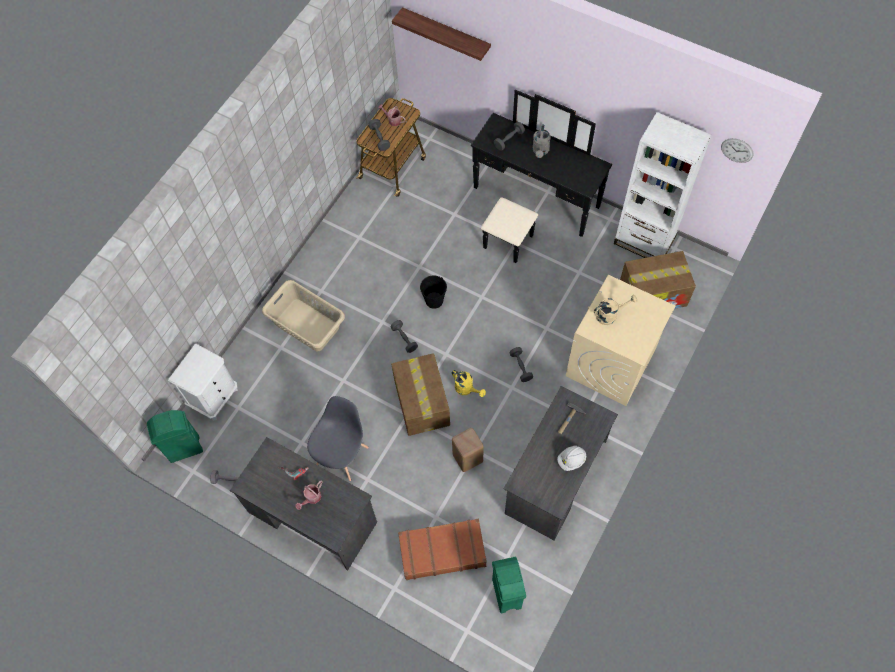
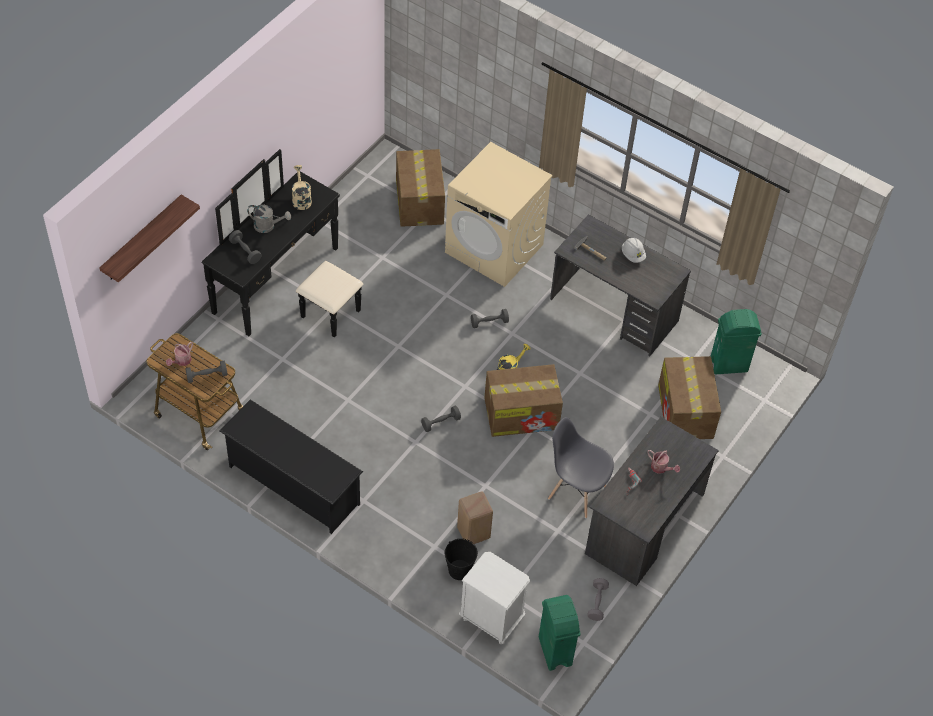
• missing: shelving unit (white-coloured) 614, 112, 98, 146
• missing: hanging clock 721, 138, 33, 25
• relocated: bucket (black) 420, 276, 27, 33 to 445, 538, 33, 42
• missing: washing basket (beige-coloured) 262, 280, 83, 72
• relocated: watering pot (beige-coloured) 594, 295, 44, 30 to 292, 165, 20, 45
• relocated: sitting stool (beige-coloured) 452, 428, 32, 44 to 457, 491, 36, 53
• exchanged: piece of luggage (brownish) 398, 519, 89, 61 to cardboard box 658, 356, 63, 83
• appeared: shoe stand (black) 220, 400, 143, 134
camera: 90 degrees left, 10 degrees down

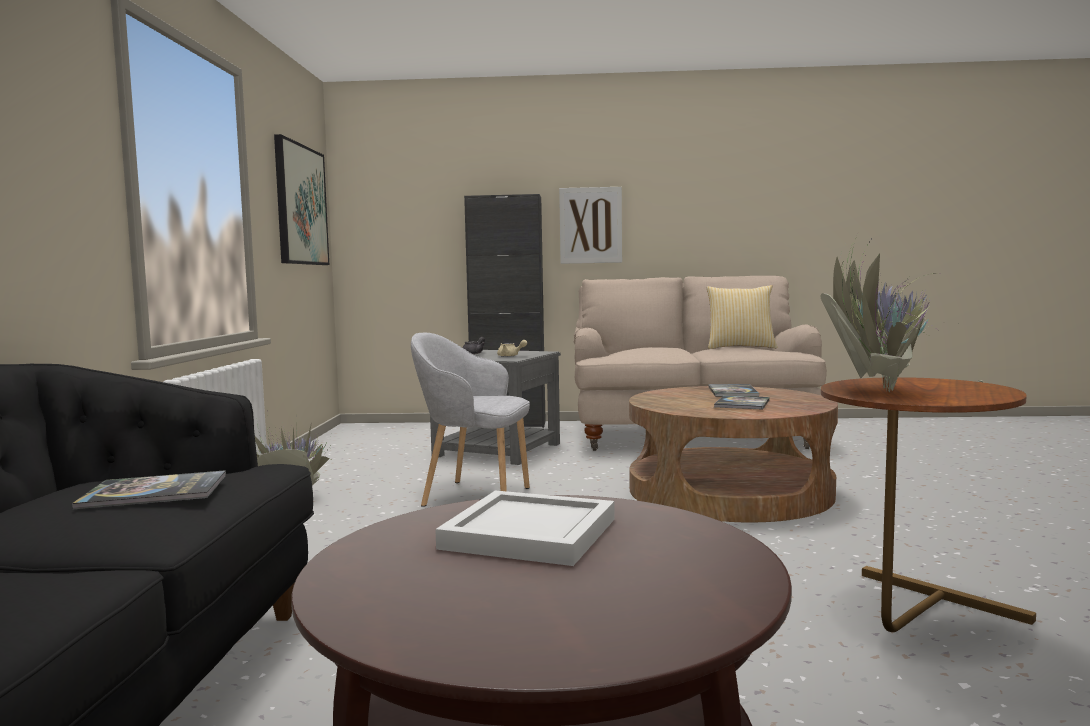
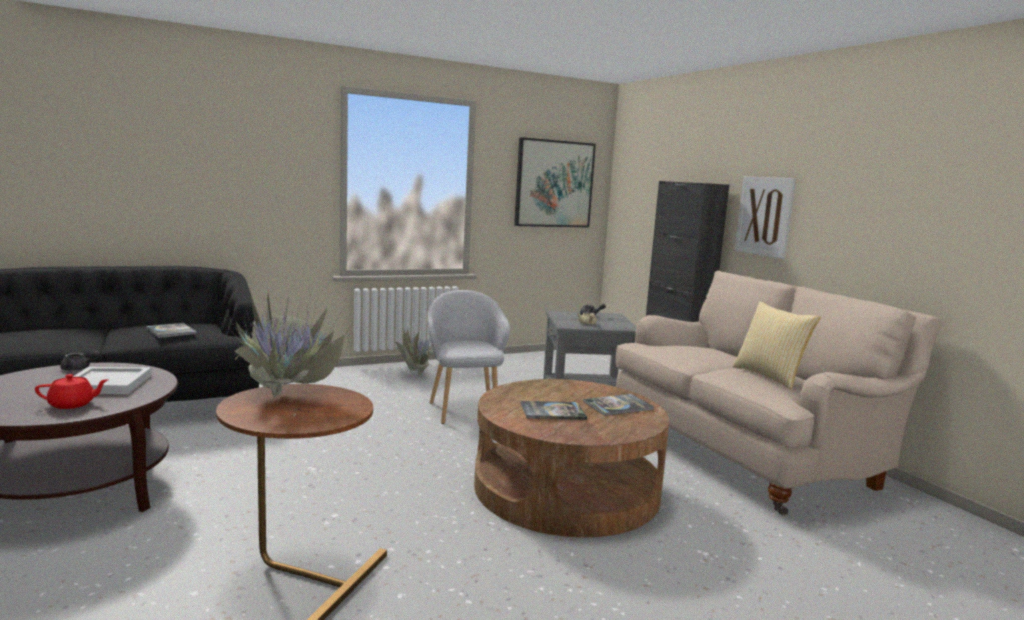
• appeared: teapot (greyish) 60, 351, 41, 20
• appeared: teapot (red) 35, 374, 74, 35
camera: 60 degrees right, 5 degrees up

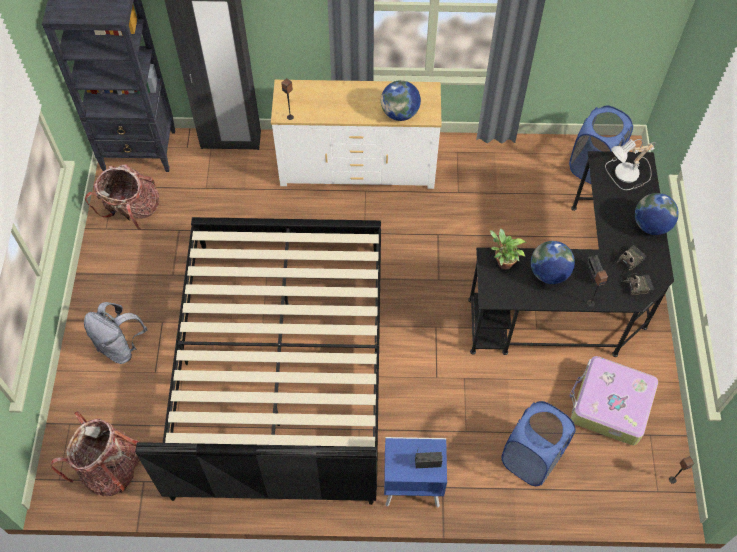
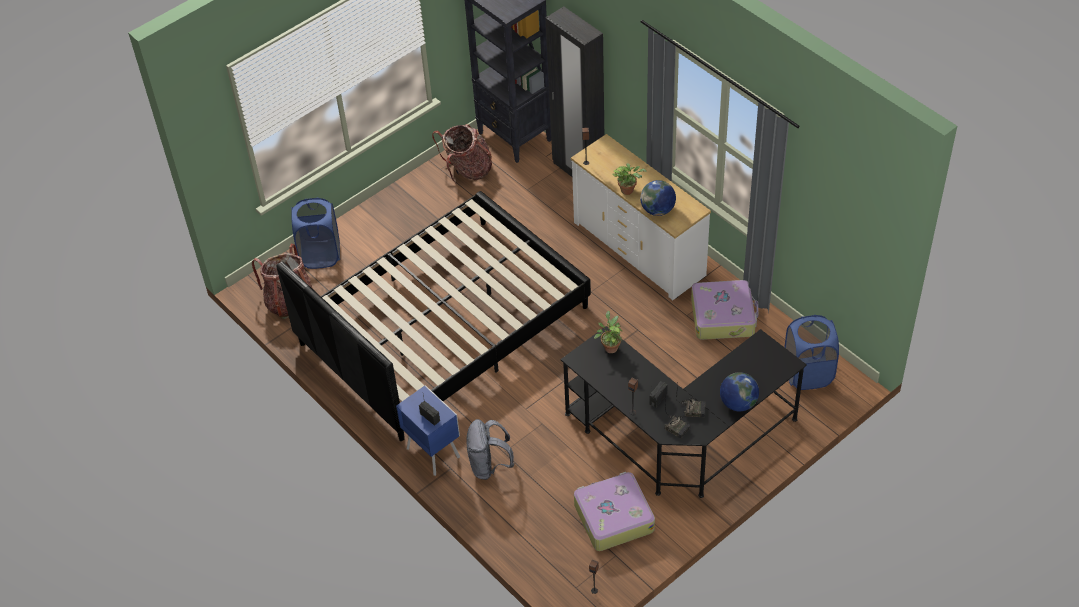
• missing: table lamp 605, 139, 50, 51
• missing: world globe 531, 241, 44, 43
• relocated: backpack (greyish) 84, 302, 63, 62 to 467, 419, 47, 61
• relocated: washing basket (blue) 501, 401, 75, 85 to 291, 198, 49, 71
• appeared: potted plant 612, 163, 35, 32
• appeared: piece of luggage 691, 280, 67, 60
camera: 50 degrees right, 10 degrees down

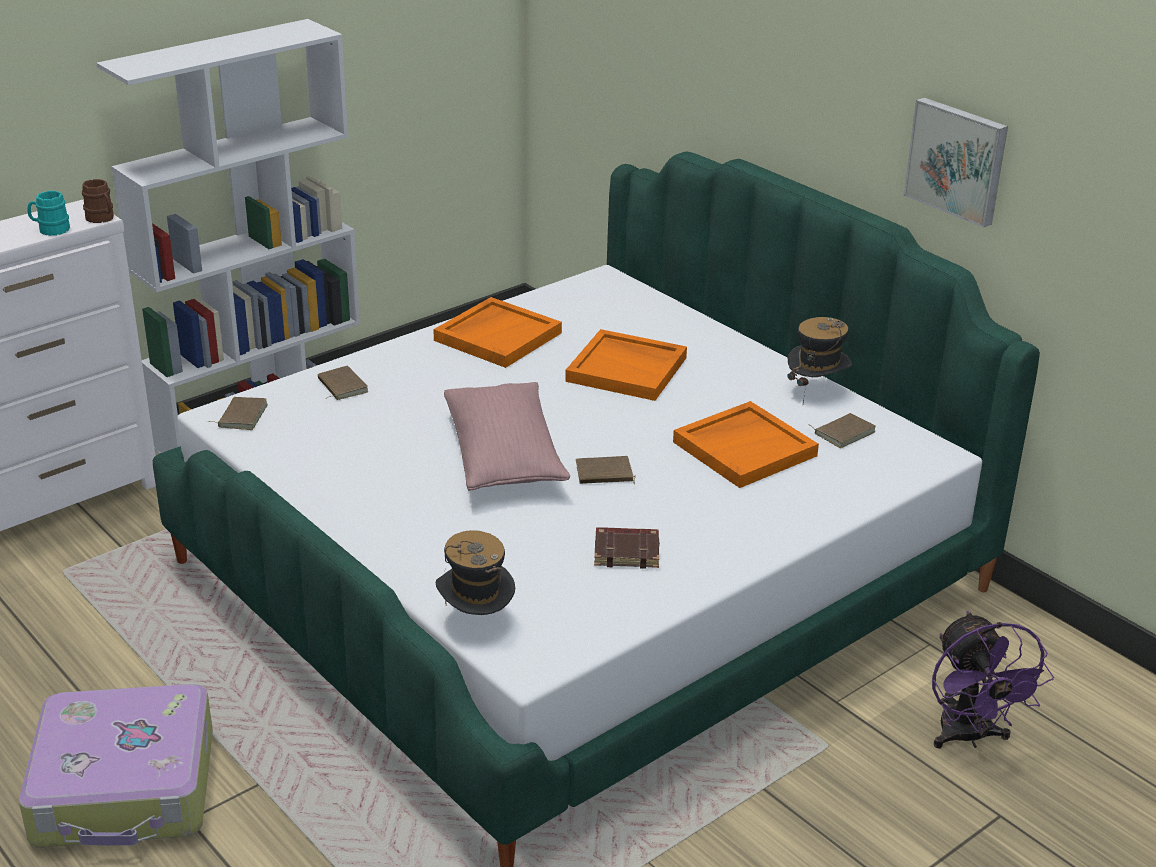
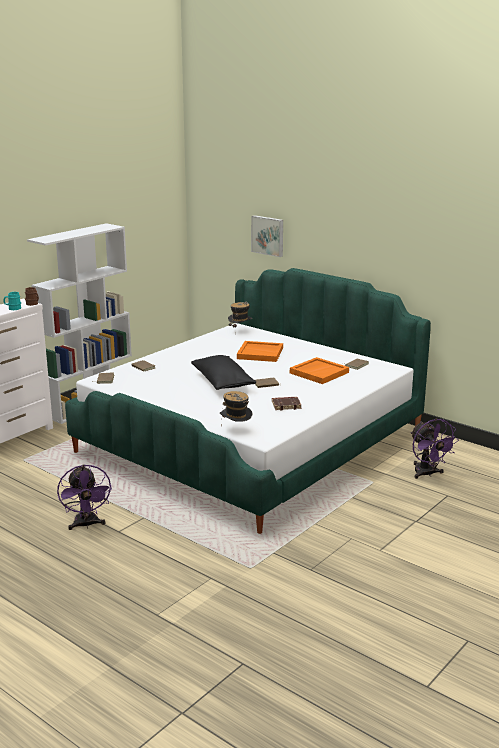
• relocated: wall art 904, 97, 104, 130 to 251, 215, 32, 42
• missing: carrying tray (orangey) 433, 297, 129, 71
• relocated: hat 787, 317, 65, 87 to 228, 302, 25, 25
• colour: cushion (pink) 444, 382, 126, 109 to cushion (black) 191, 355, 65, 35
• exchanged: piece of luggage 19, 684, 194, 164 to electric fan (purple-coloured) 57, 465, 55, 65
camera: 10 degrees left, 10 degrees down

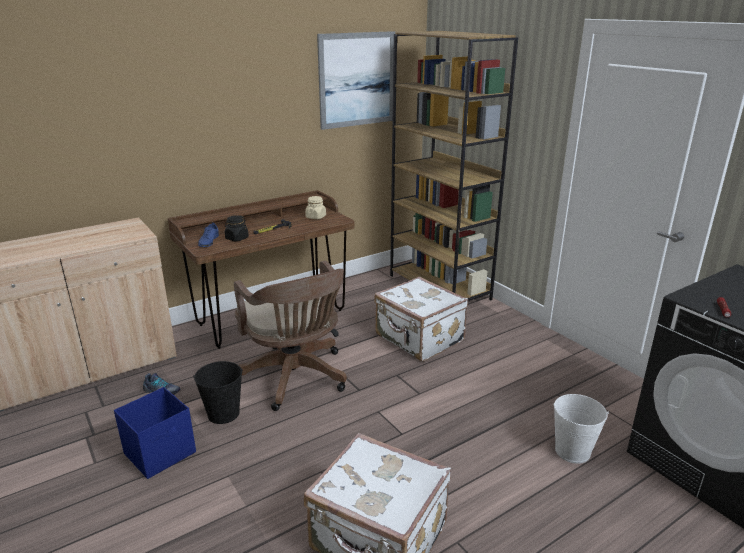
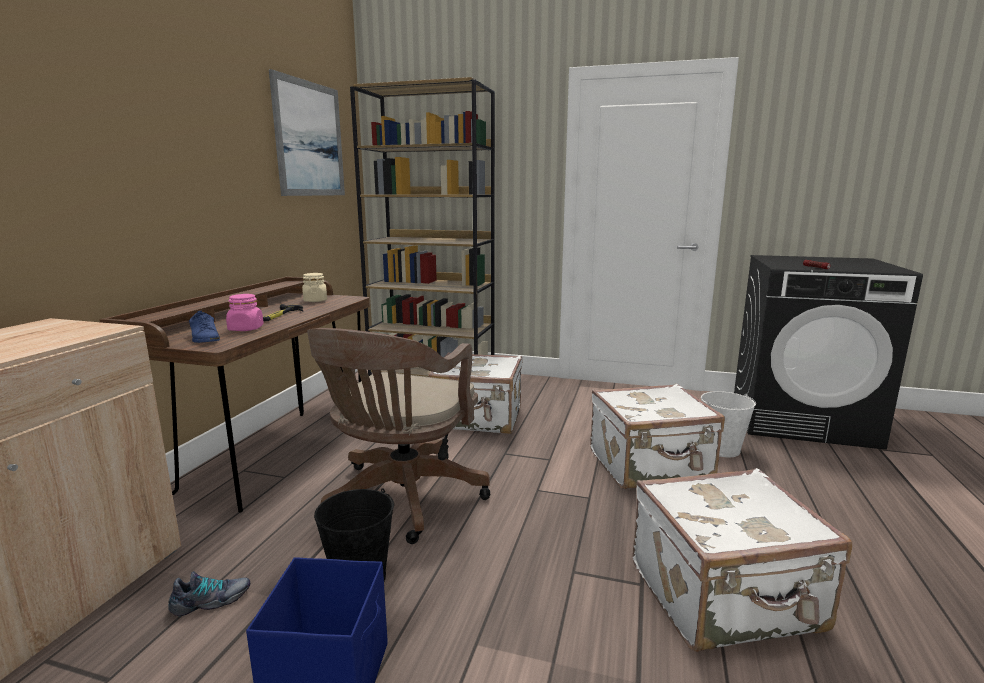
• colour: storage jar (black) 225, 215, 24, 26 to storage jar (pink) 226, 294, 38, 37
• spun: computer chair (brownish) 234, 261, 113, 150 = 307, 328, 184, 216 90 degrees clockwise
• appeared: piece of luggage (white-coloured) 590, 384, 135, 105
camera: 40 degrees left, 10 degrees down

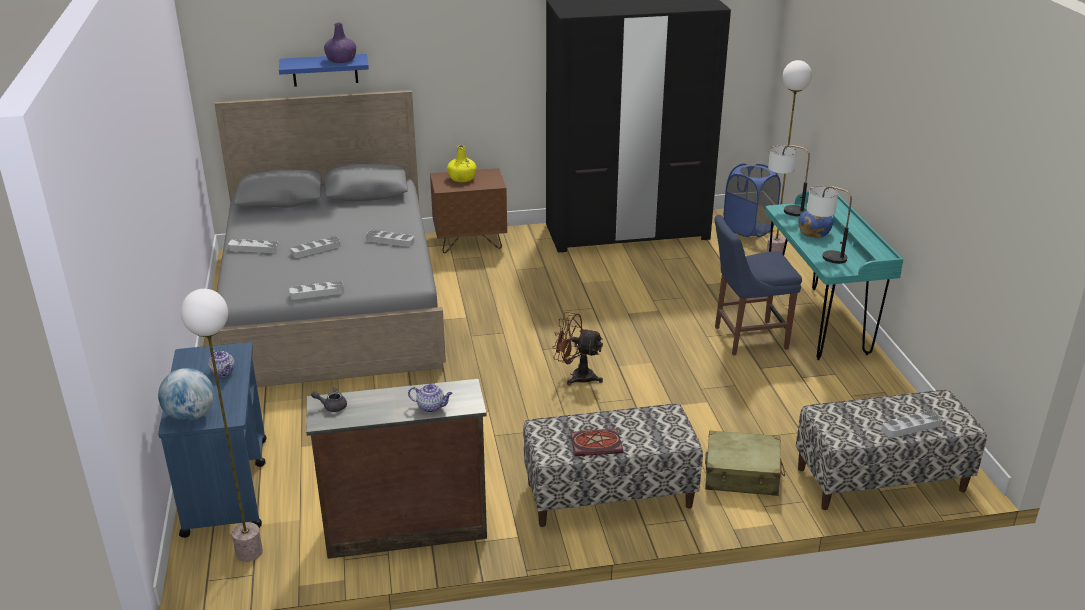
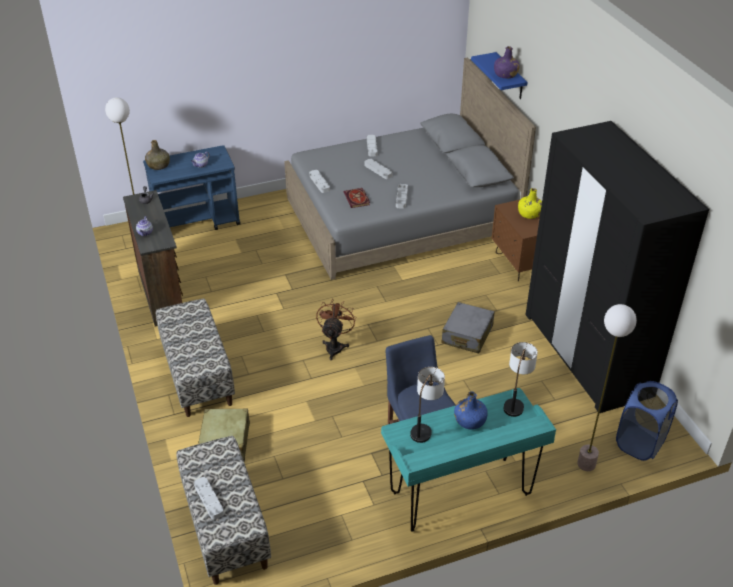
• exchanged: world globe 158, 368, 56, 54 to beverage bottle (greenish) 145, 140, 25, 30
• relocated: book 570, 429, 53, 27 to 344, 188, 26, 20
• appeared: piece of luggage (greyish) 442, 302, 53, 51
camera: 80 degrees right, 10 degrees up

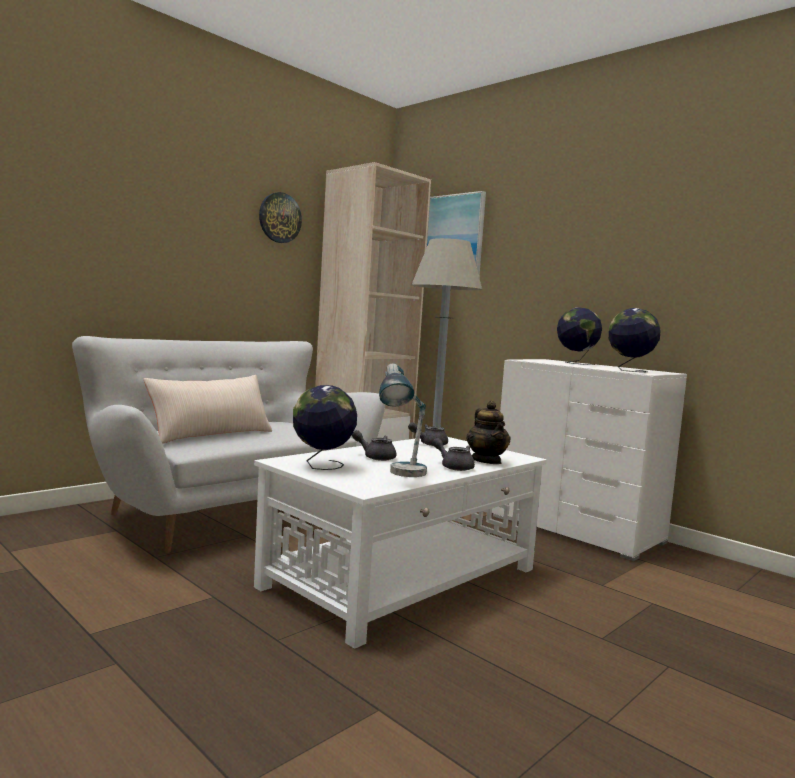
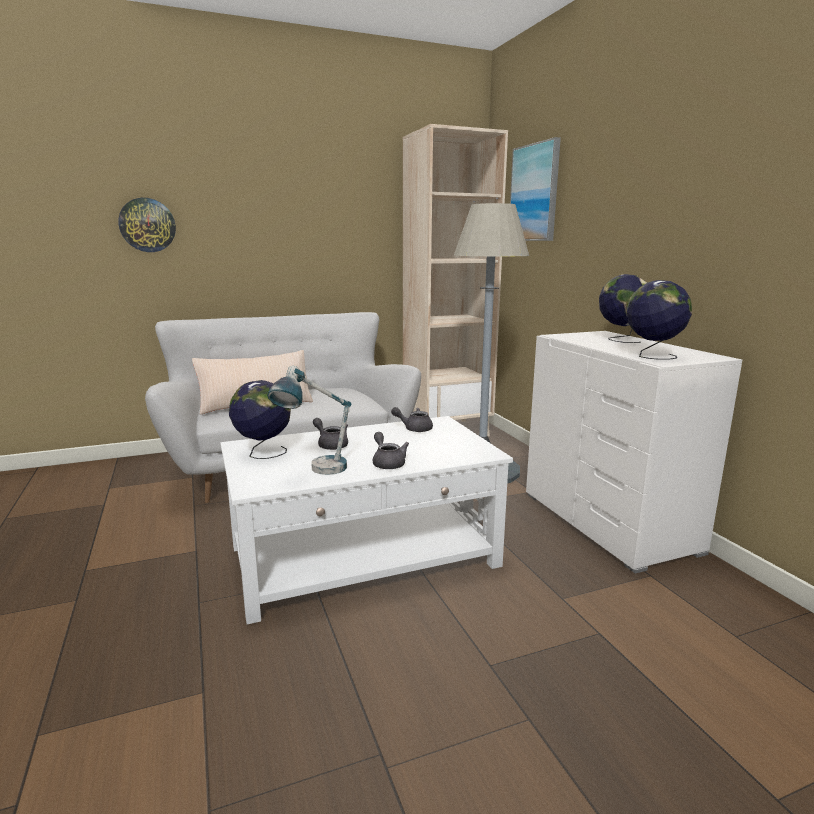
• relocated: hanging clock 259, 192, 43, 51 to 118, 198, 58, 54
• missing: teapot 466, 401, 45, 63
camera: 25 degrees right, 10 degrees up

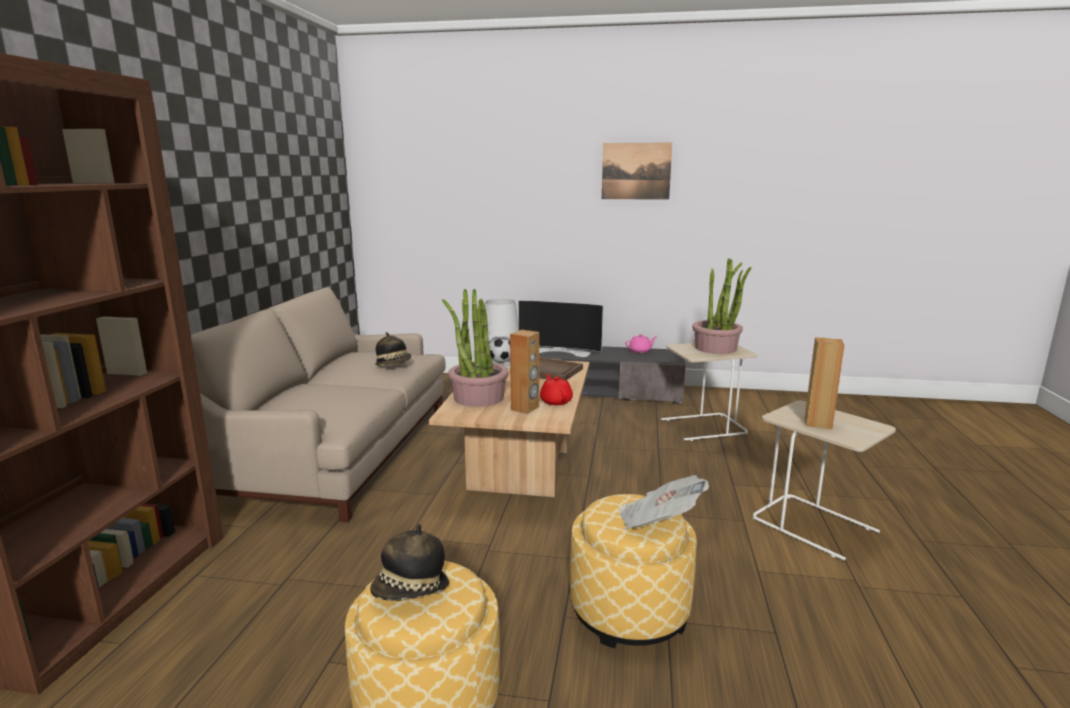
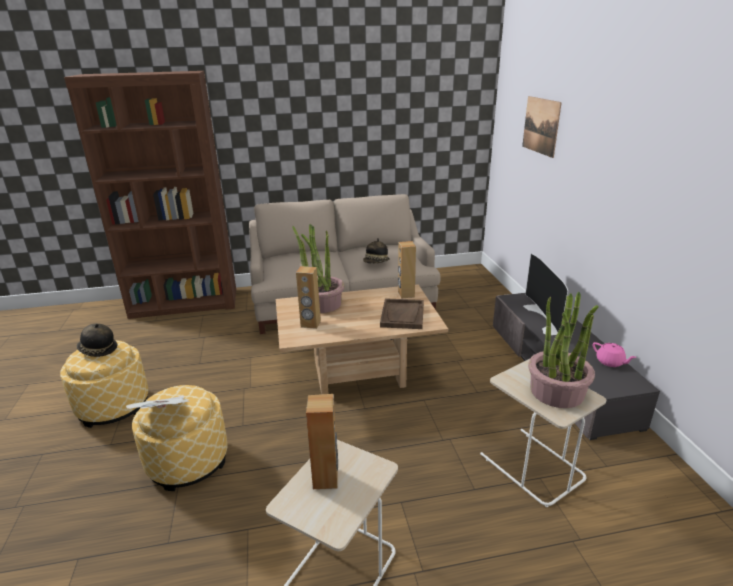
• relocated: wall art 602, 143, 70, 57 to 522, 96, 40, 62
• exchanged: table lamp (white-coloured) 485, 299, 34, 69 to loudspeaker (brownish) 398, 241, 18, 58
• missing: teapot (red) 540, 374, 33, 31
camera: 70 degrees right, 10 degrees up

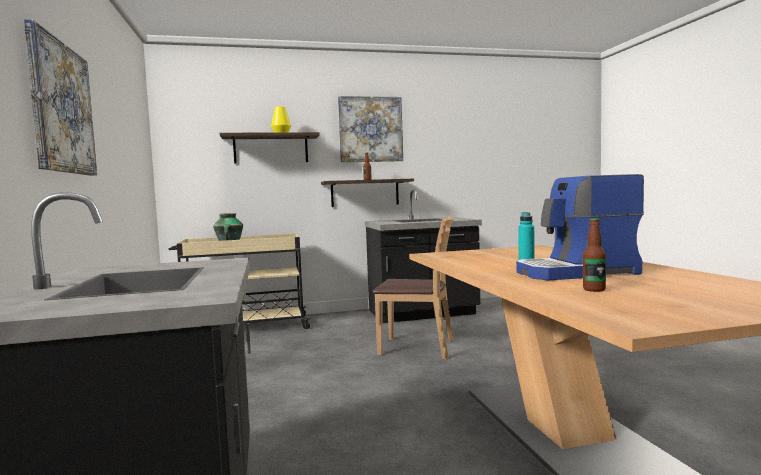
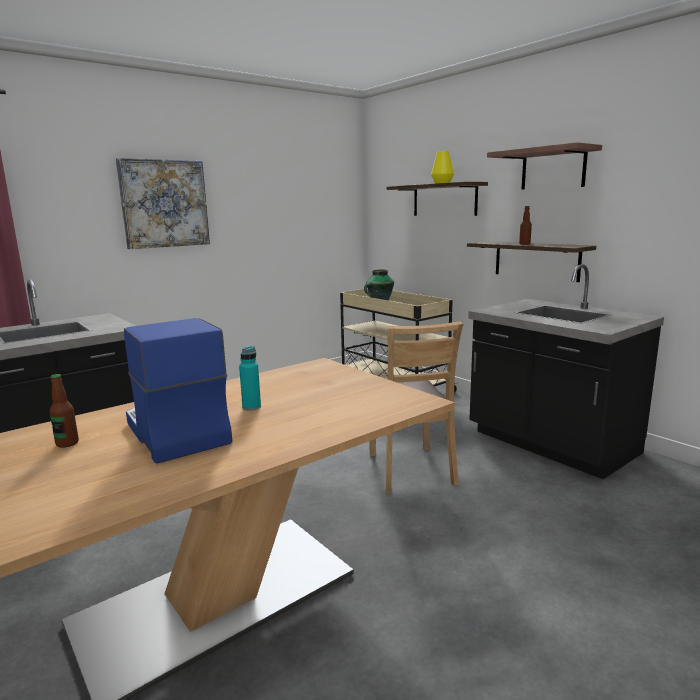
• exchanged: wall art 338, 96, 65, 66 to bracket shelf 487, 142, 115, 48
camera: 65 degrees right, 10 degrees up

